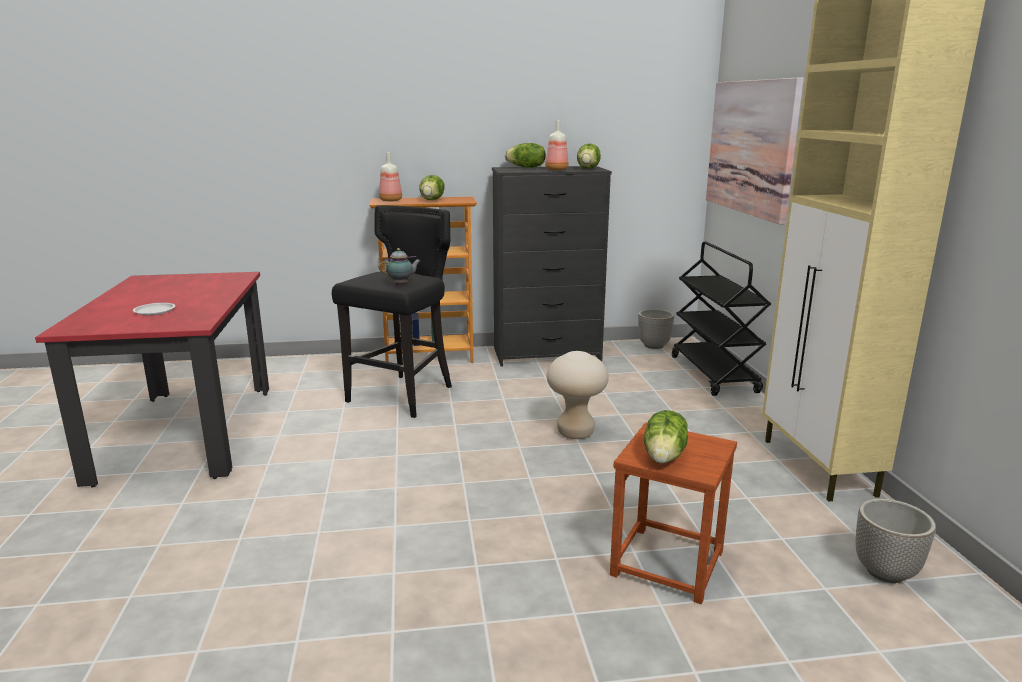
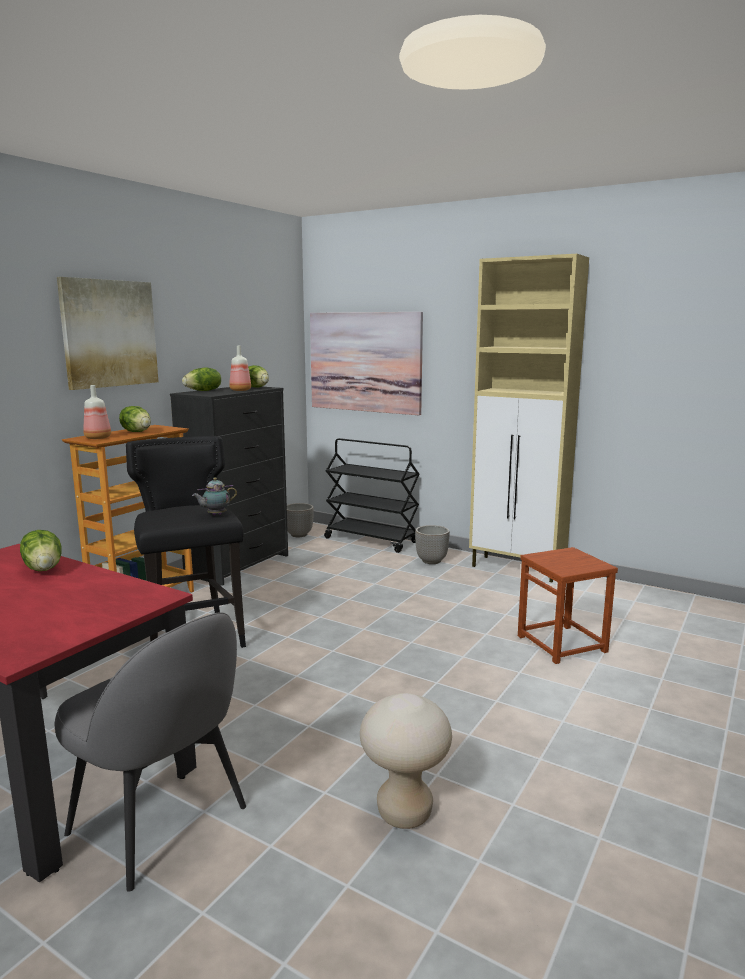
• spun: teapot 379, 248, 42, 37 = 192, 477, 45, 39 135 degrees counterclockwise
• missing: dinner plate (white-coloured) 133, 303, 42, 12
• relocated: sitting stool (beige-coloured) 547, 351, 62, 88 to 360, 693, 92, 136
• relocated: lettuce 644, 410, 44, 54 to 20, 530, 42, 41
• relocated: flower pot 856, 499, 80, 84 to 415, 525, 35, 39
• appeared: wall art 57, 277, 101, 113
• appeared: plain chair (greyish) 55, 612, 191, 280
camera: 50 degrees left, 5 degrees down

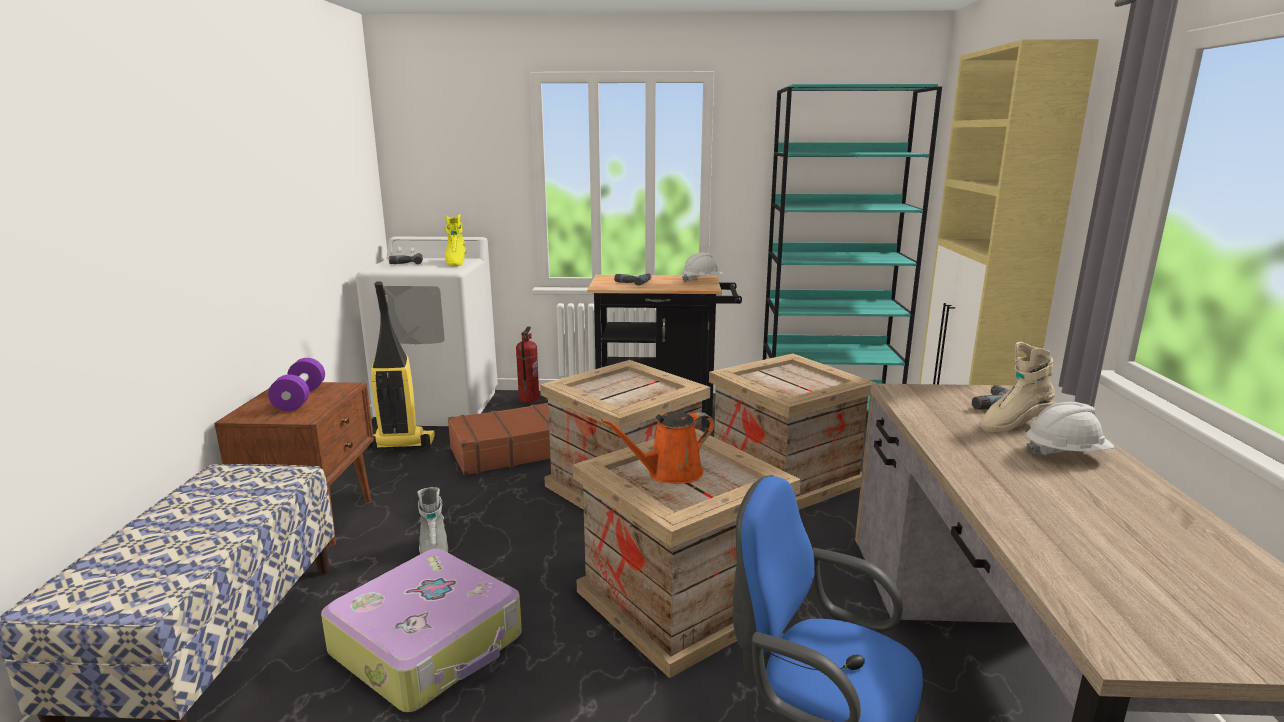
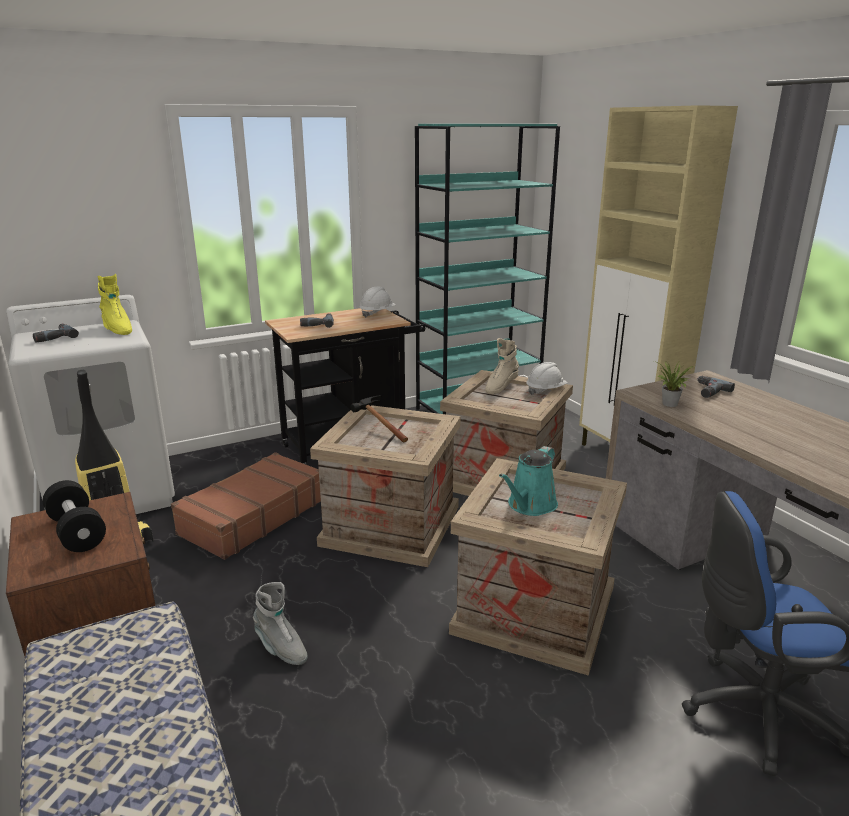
• missing: fire-fighting cylinder 516, 326, 23, 77
• relocated: high-top boot (beige-coloured) 979, 342, 76, 91 to 485, 338, 34, 56
• colour: hand weight (purple-coloured) 268, 358, 57, 53 to hand weight (black) 43, 480, 63, 72
• relocated: hard hat (white-coloured) 1026, 402, 89, 54 to 526, 362, 41, 33
• colour: watering pot (orangey) 601, 411, 114, 73 to watering pot (turquoise-coloured) 499, 446, 59, 70
• missing: piece of luggage 321, 549, 201, 163
• appeared: potted plant 654, 361, 40, 46
• appeared: hammer 351, 396, 57, 47
camera: 30 degrees left, 5 degrees up

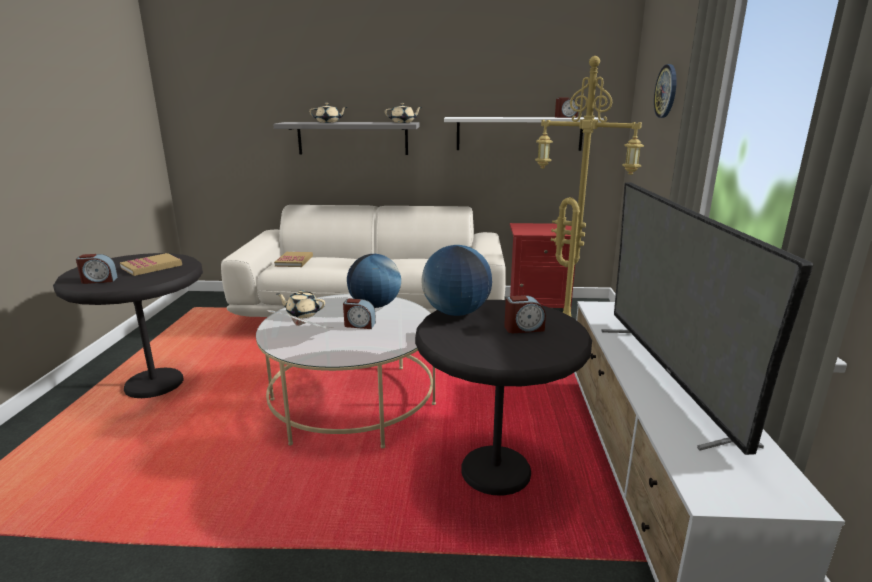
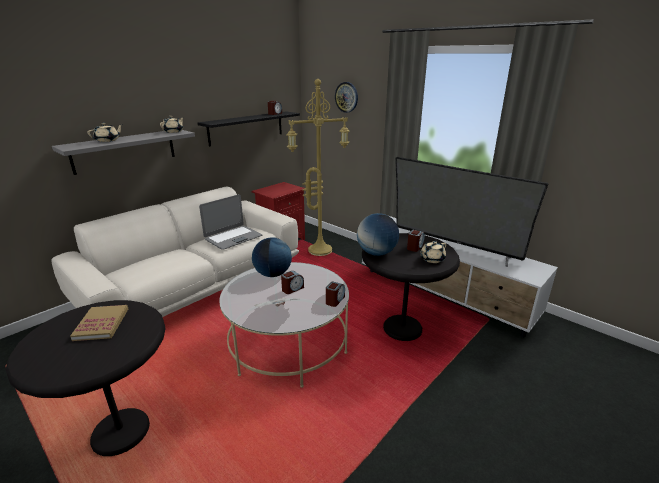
• colour: bracket shelf (white-coloured) 444, 117, 160, 34 to bracket shelf (black) 198, 112, 102, 35
• missing: book 274, 252, 39, 15
• relocated: table clock 76, 254, 42, 30 to 326, 282, 19, 25
• relocated: teapot (beige-coloured) 277, 290, 48, 28 to 420, 241, 26, 22
• appeared: portable computer 199, 194, 63, 56
camera: 50 degrees left, 5 degrees up

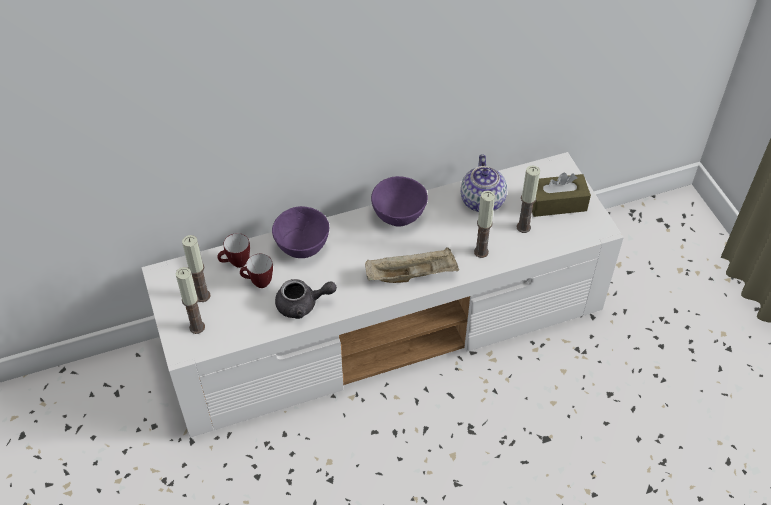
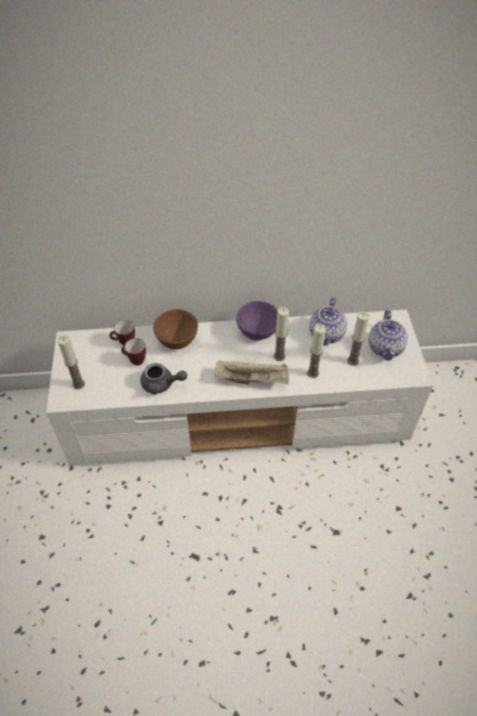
• exchanged: tissue box (brownish) 532, 173, 59, 44 to teapot 368, 310, 40, 51
• colour: bowl (purple-coloured) 272, 206, 57, 52 to bowl (brownish) 153, 309, 45, 40
• relocated: wax light 182, 235, 29, 67 to 274, 307, 15, 54
camera: 15 degrees right, 0 degrees up

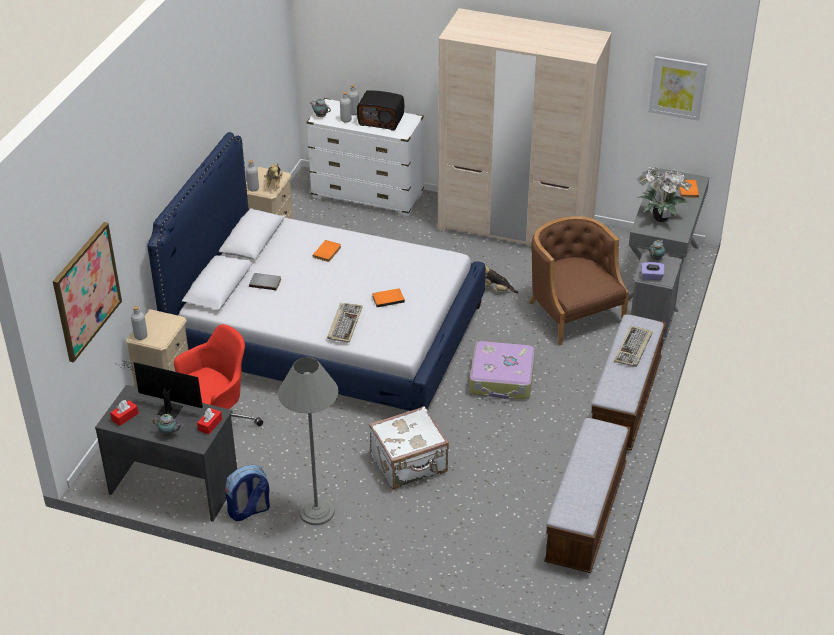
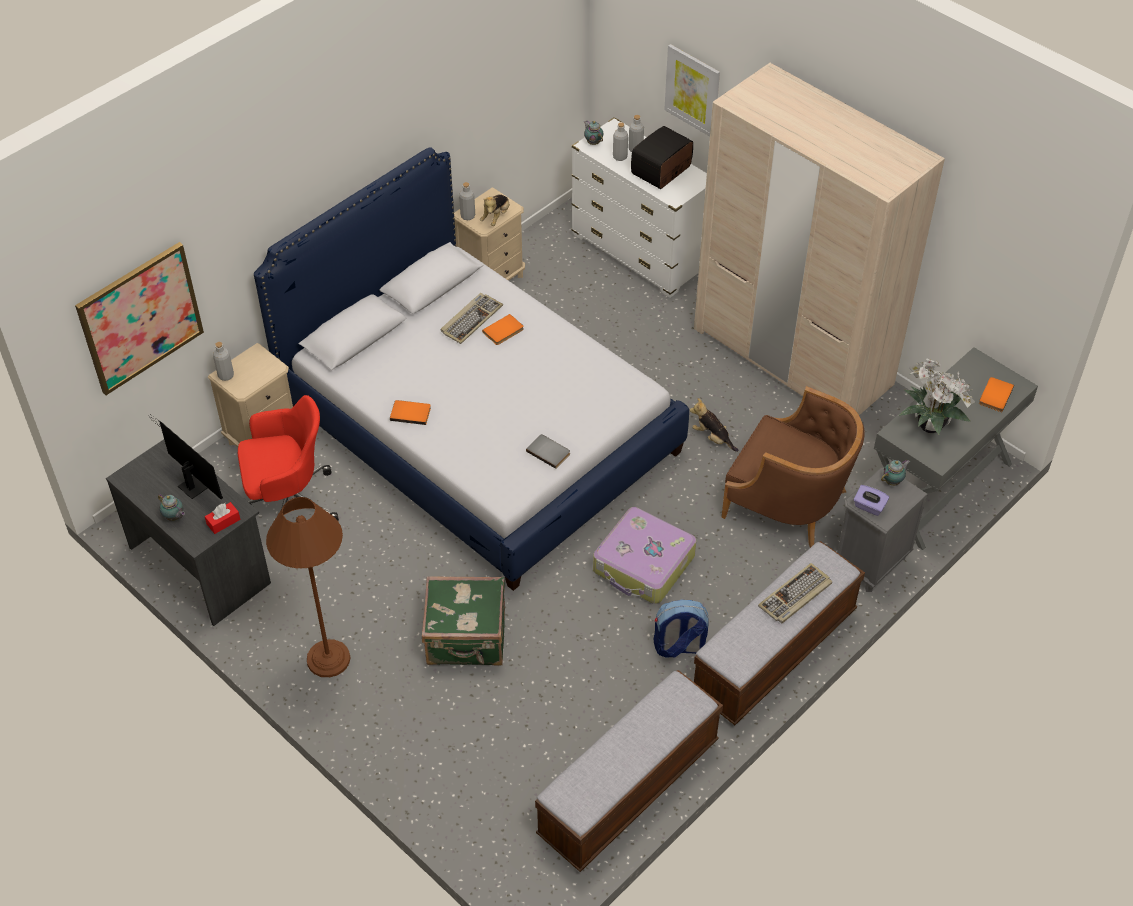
• relocated: wall art 649, 56, 58, 65 to 664, 44, 56, 93
• spun: radio set 357, 90, 47, 40 = 631, 126, 62, 63 90 degrees clockwise
• spun: armchair (brownish) 529, 216, 100, 130 = 721, 386, 144, 162 120 degrees clockwise
• relocated: book (greyish) 249, 273, 32, 17 to 526, 434, 44, 35
• relocated: book (orangey) 372, 288, 33, 19 to 390, 400, 41, 25
• relocated: keyboard 327, 303, 36, 40 to 441, 293, 62, 51
• colour: standard lamp (greyish) 278, 357, 61, 168 to standard lamp (brownish) 266, 497, 85, 180
• missing: tissue box (red) 110, 400, 29, 26
• colour: piece of luggage (white-coloured) 369, 406, 80, 84 to piece of luggage (greenish) 422, 576, 83, 90
• relocated: backpack 225, 465, 45, 57 to 653, 599, 56, 59
camera: 25 degrees right, 10 degrees up

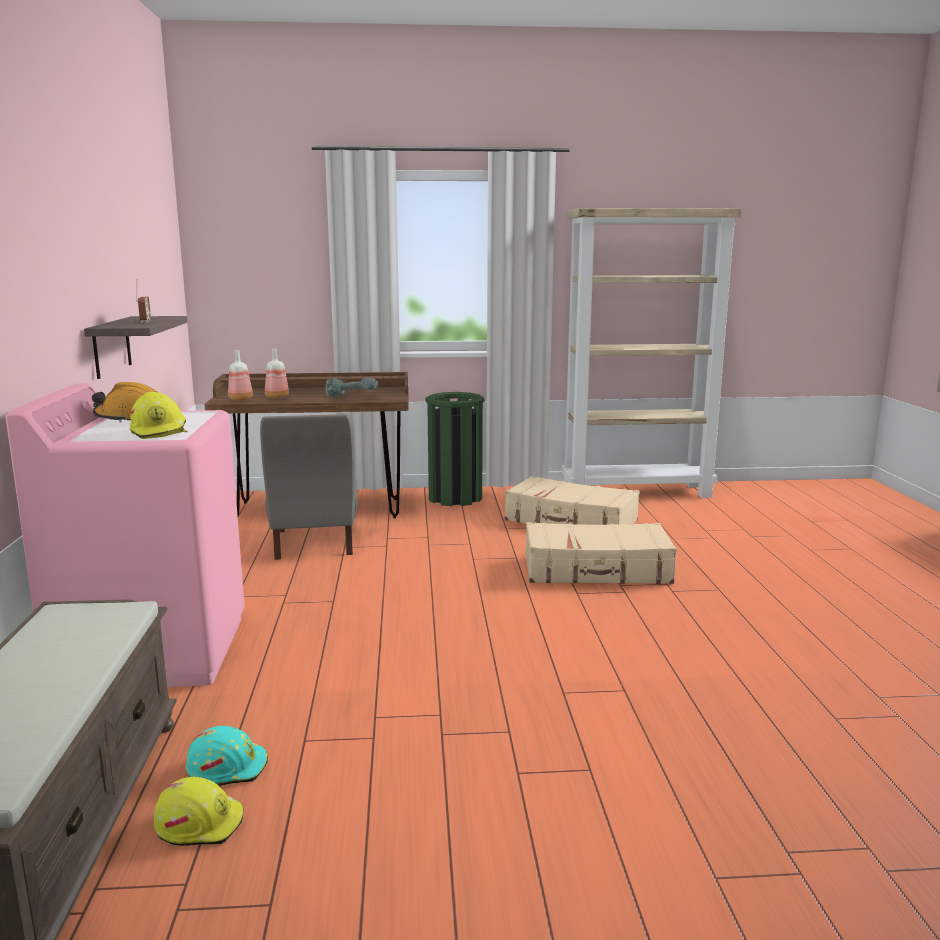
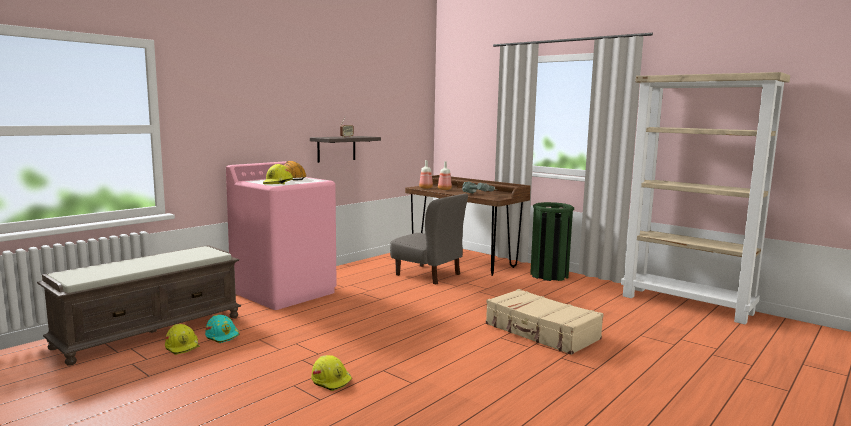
• spun: plain chair (greyish) 260, 414, 97, 146 = 390, 194, 78, 91 90 degrees counterclockwise
• missing: piece of luggage (beige-coloured) 505, 476, 135, 49
• appeared: hard hat (yellowish) 311, 355, 41, 36
camera: 45 degrees right, 5 degrees down

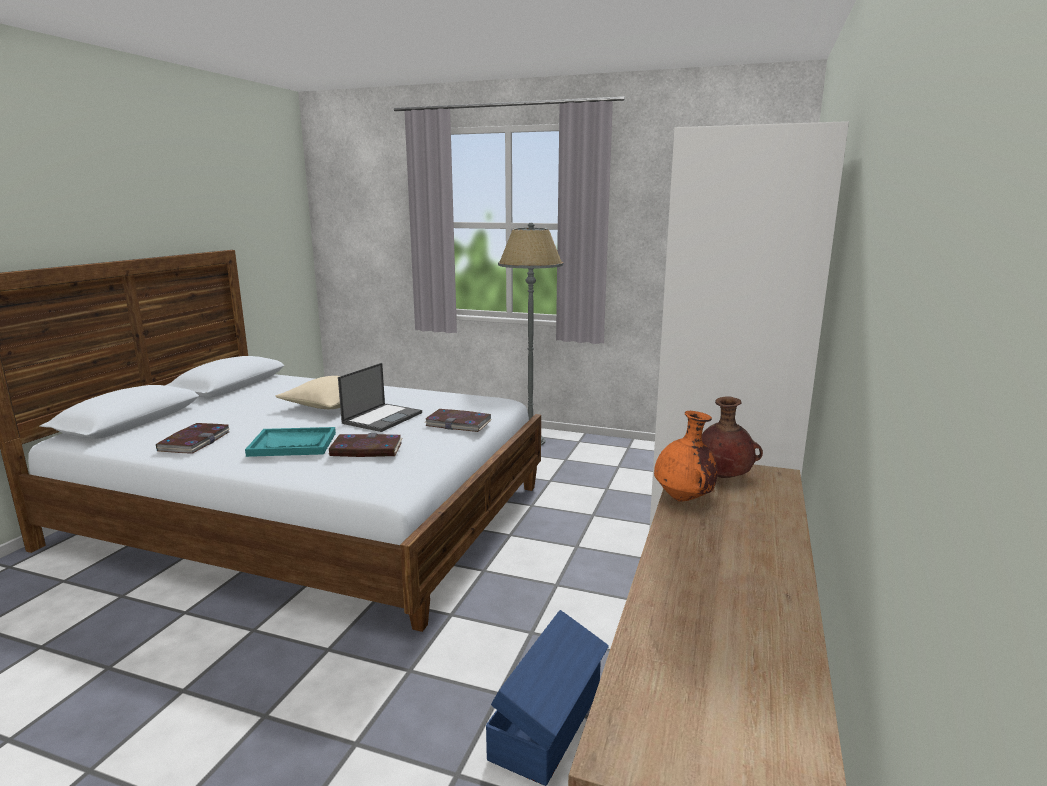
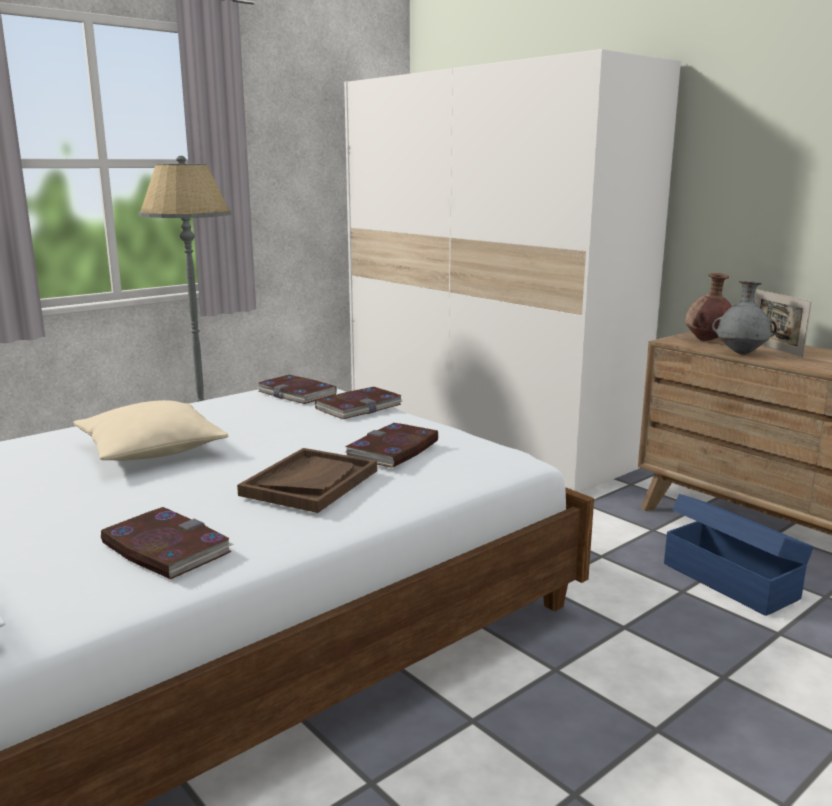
• missing: portable computer 338, 363, 84, 69
• colour: vase (orangey) 654, 411, 64, 90 to vase (greyish) 712, 281, 65, 74
• colour: carrying tray (turquoise-coloured) 245, 427, 91, 30 to carrying tray (brownish) 237, 448, 140, 65
• appeared: picture frame 755, 289, 57, 68
• appeared: book 257, 375, 80, 29
camera: 60 degrees left, 0 degrees up

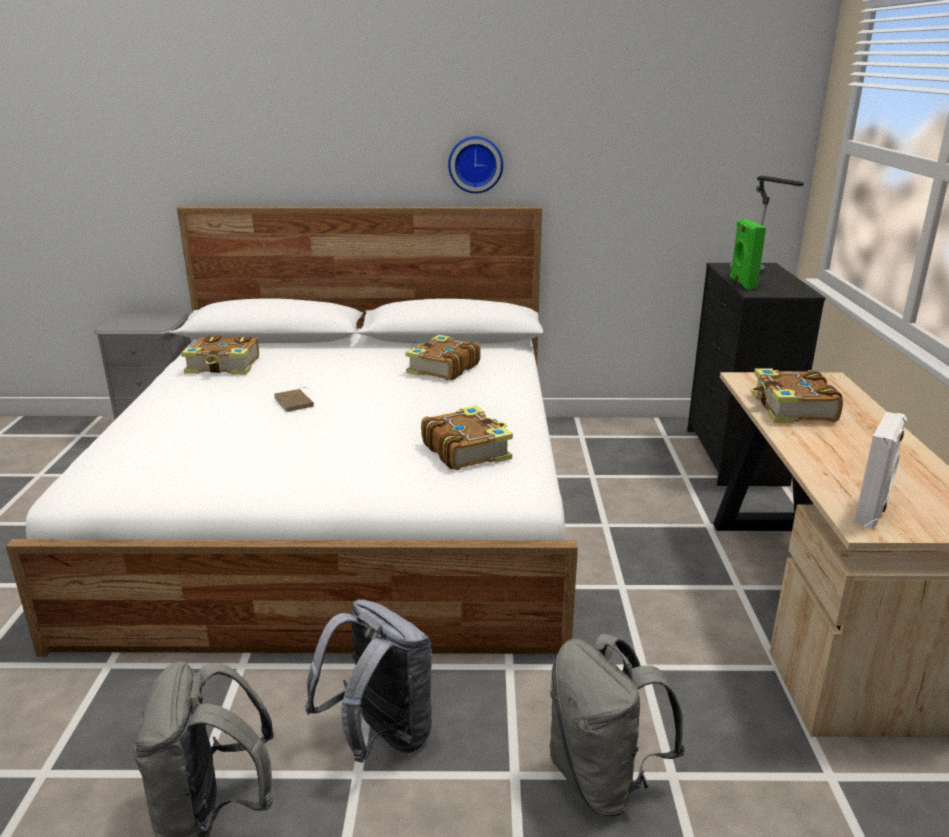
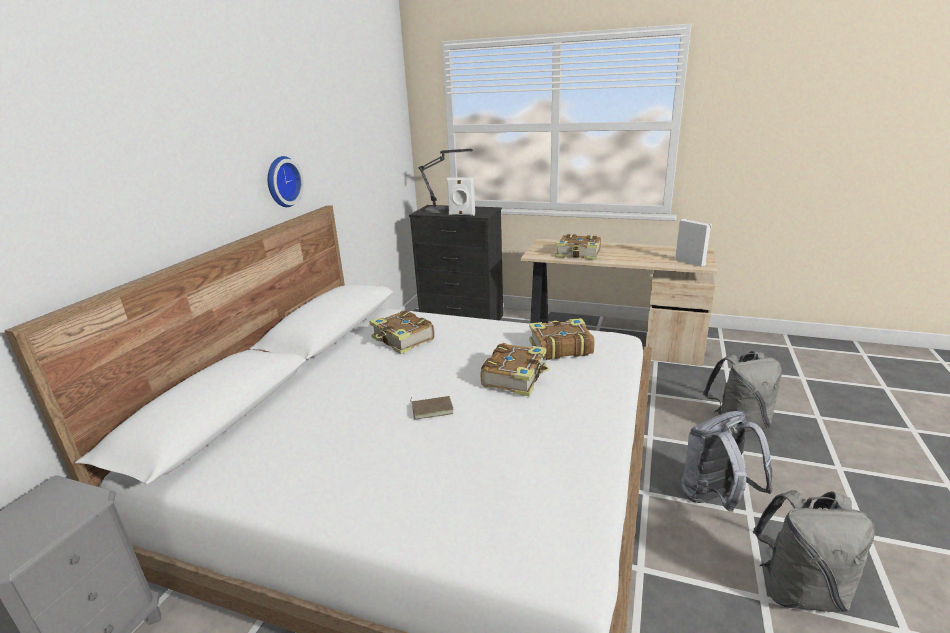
• colour: loudspeaker (greenish) 730, 219, 36, 70 to loudspeaker (white-coloured) 446, 177, 29, 39
• relocated: book 181, 336, 78, 39 to 481, 343, 69, 53
camera: 70 degrees left, 0 degrees up

